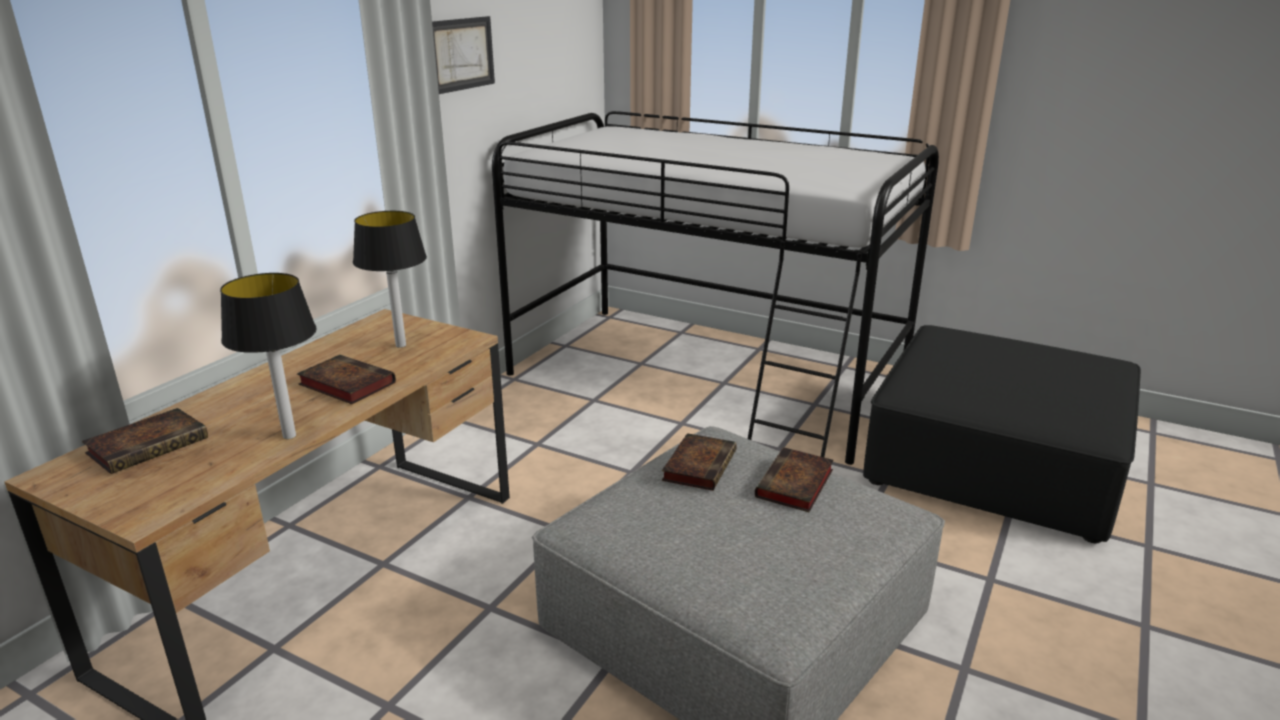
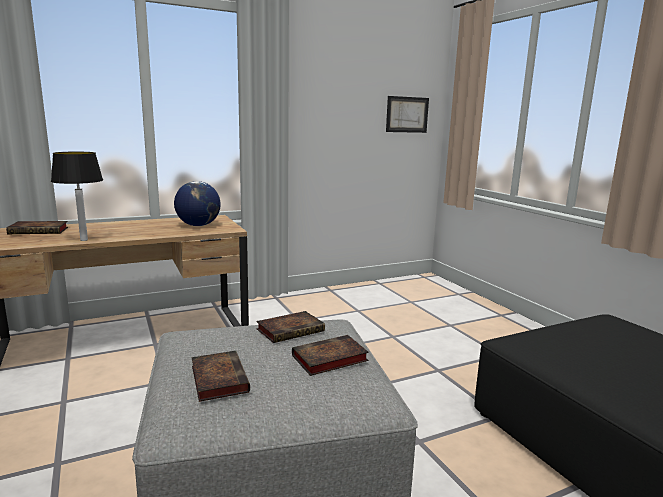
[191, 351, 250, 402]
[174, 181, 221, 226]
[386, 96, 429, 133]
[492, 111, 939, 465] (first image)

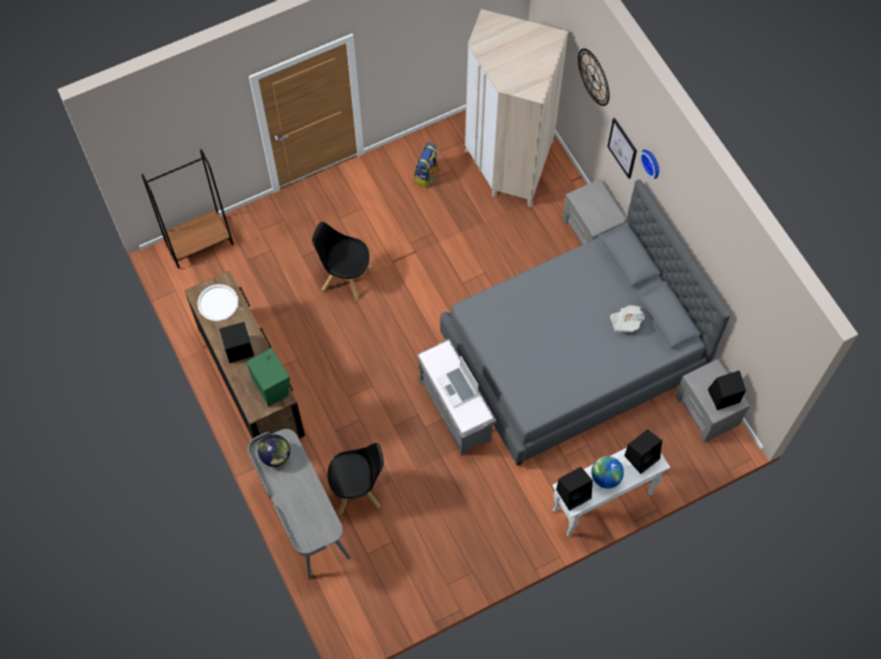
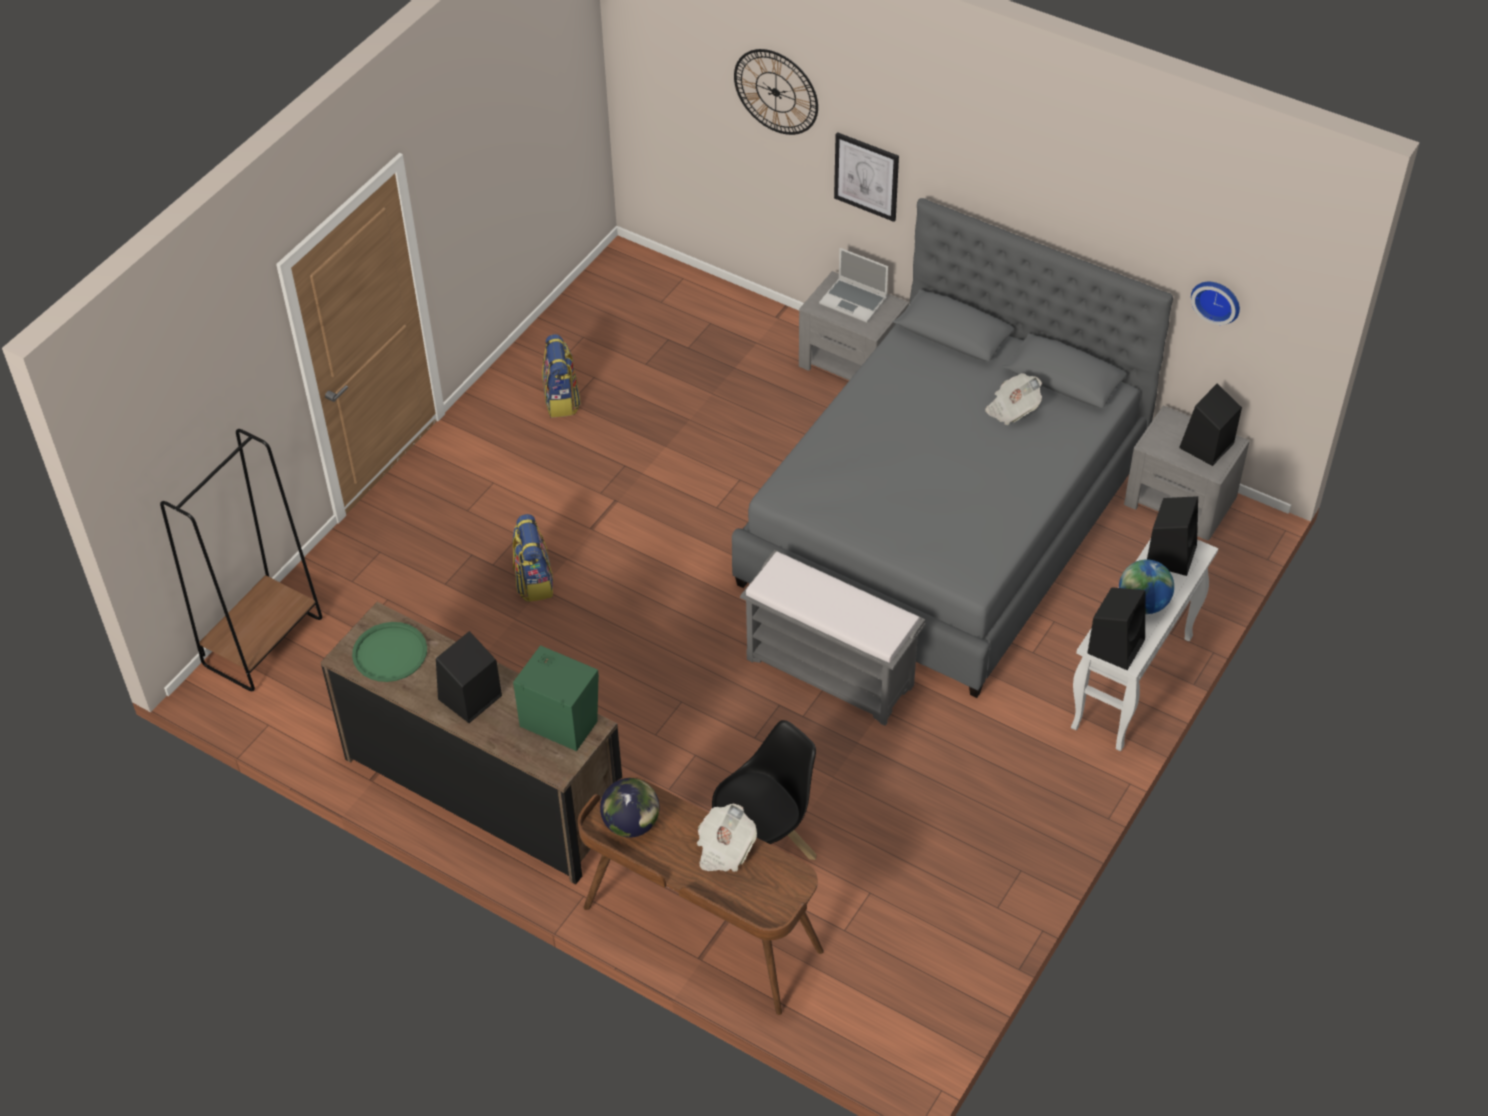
[352, 622, 427, 682]
[578, 776, 824, 1015]
[513, 514, 554, 602]
[819, 248, 888, 323]
[465, 9, 568, 208] (first image)
[1191, 282, 1240, 325]
[697, 804, 757, 872]

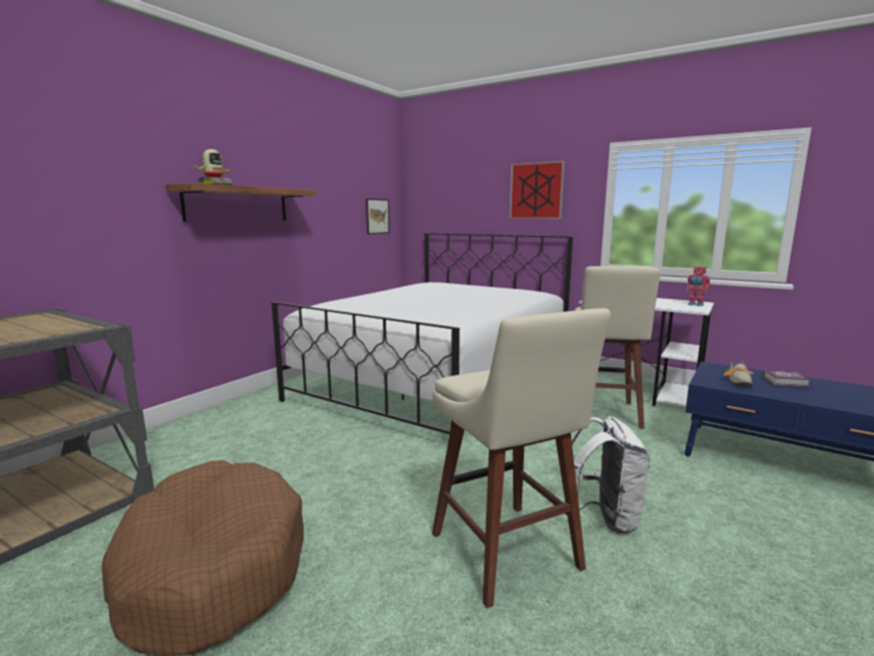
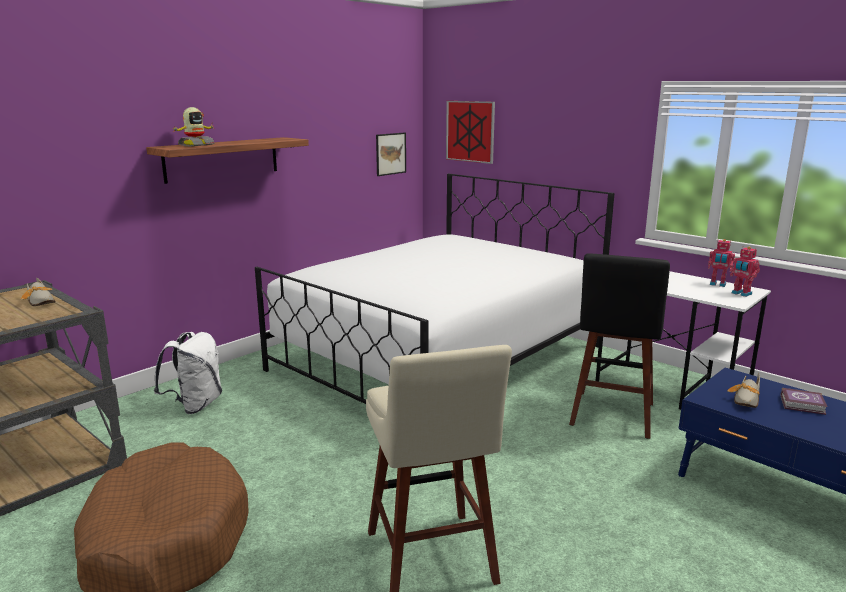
[446, 101, 495, 164]
[154, 332, 222, 414]
[569, 253, 670, 439]
[21, 277, 56, 306]
[708, 239, 735, 287]

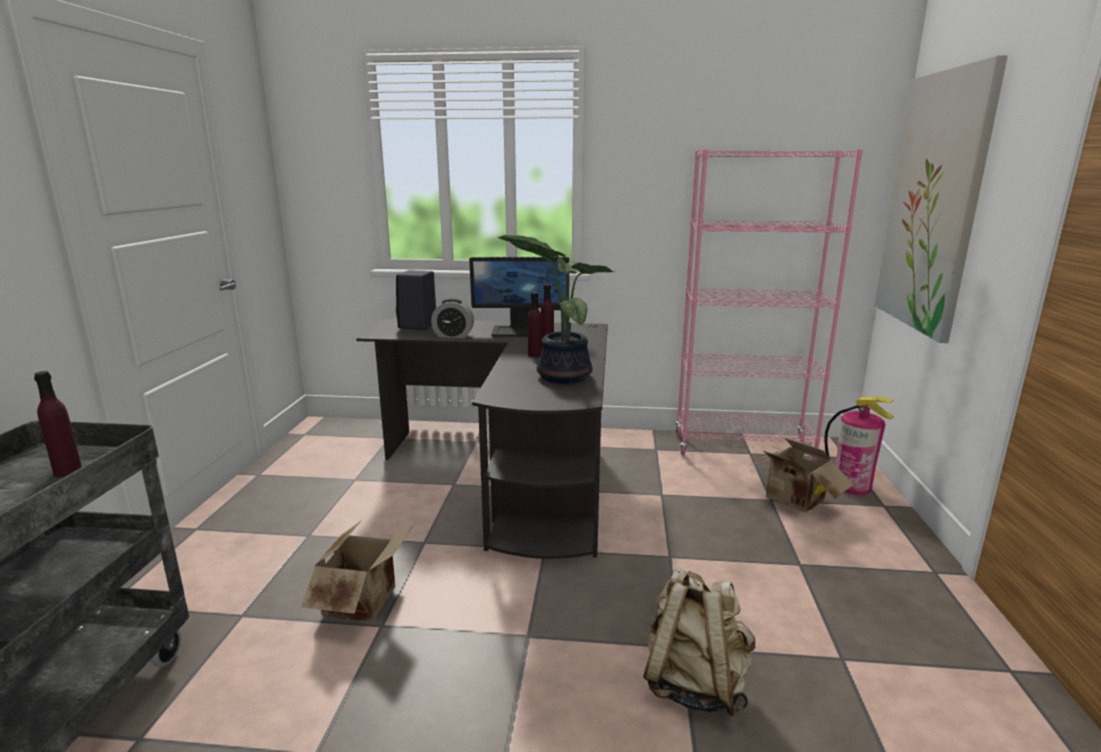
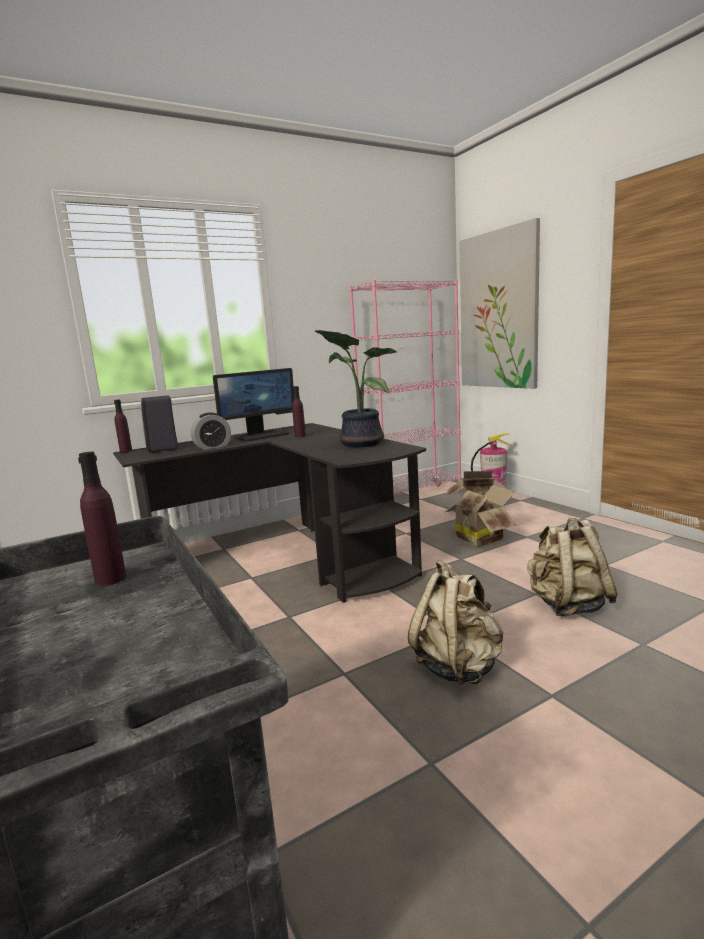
[444, 485, 516, 546]
[114, 400, 132, 452]
[408, 560, 503, 685]

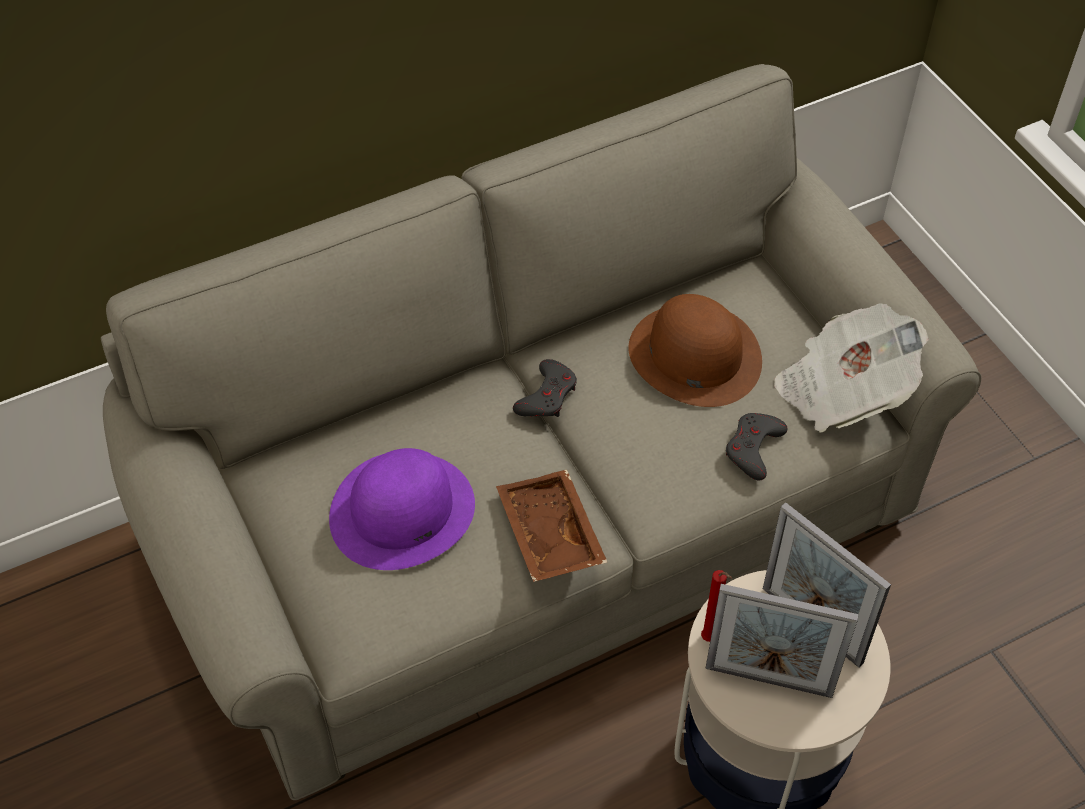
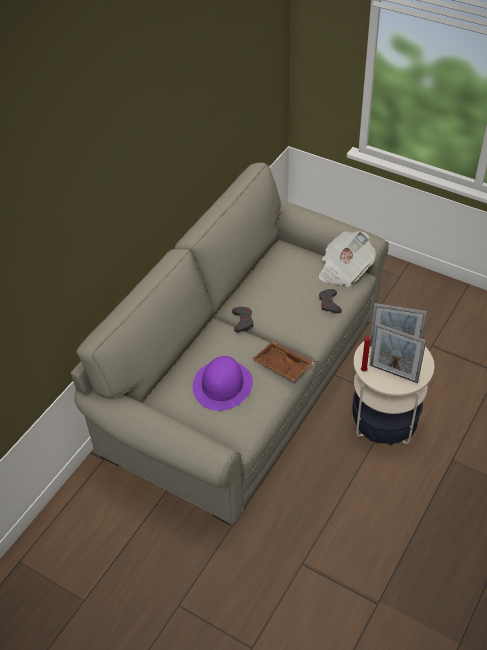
[628, 294, 762, 407] (first image)
[370, 323, 426, 383]

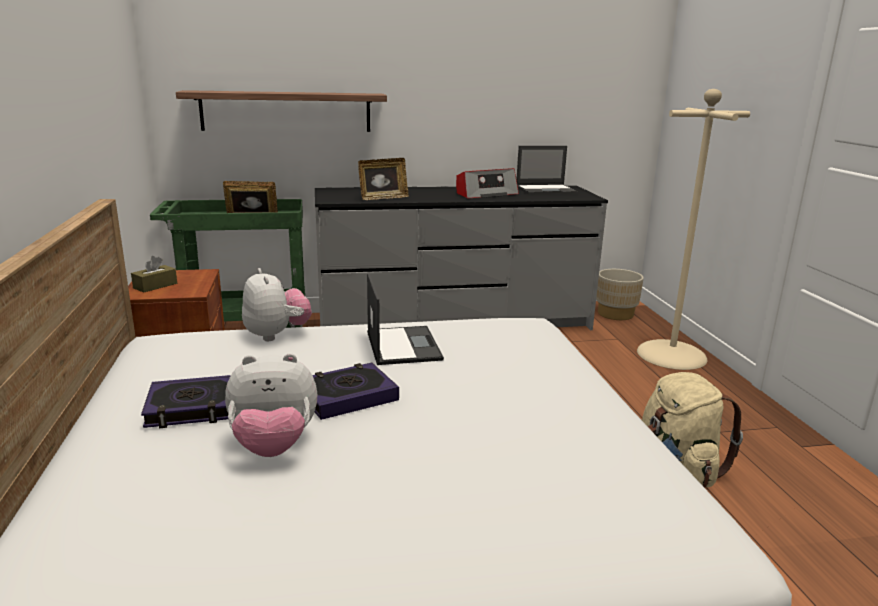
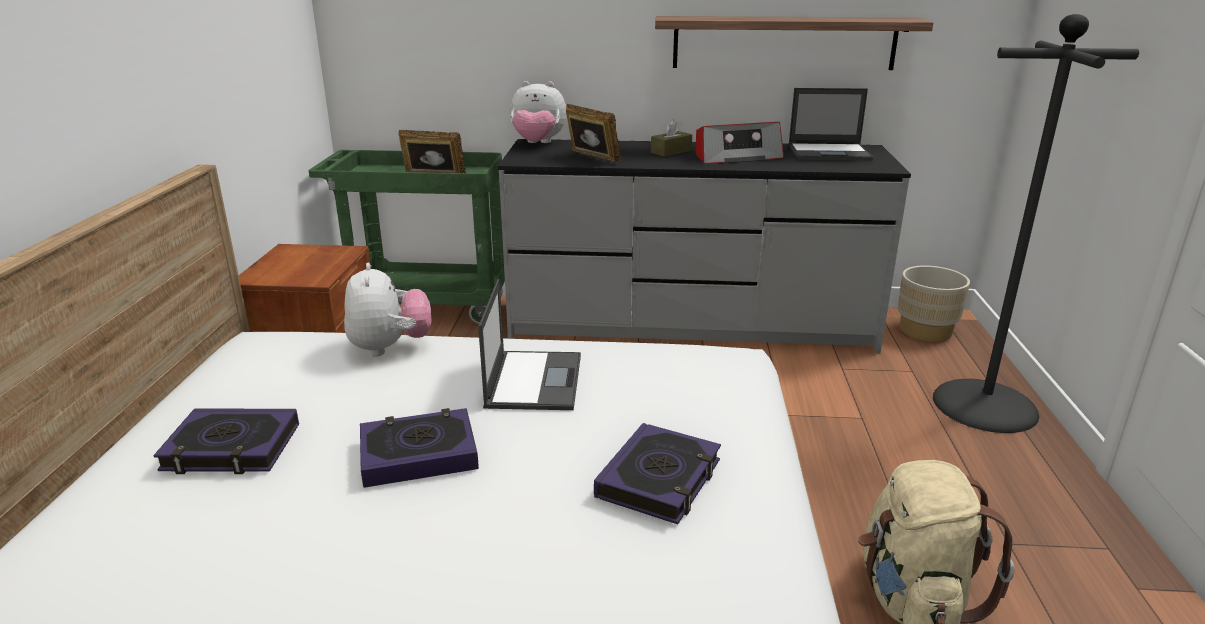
[651, 119, 692, 157]
[655, 16, 933, 70]
[510, 81, 566, 143]
[566, 104, 621, 162]
[933, 14, 1139, 433]
[594, 423, 721, 524]

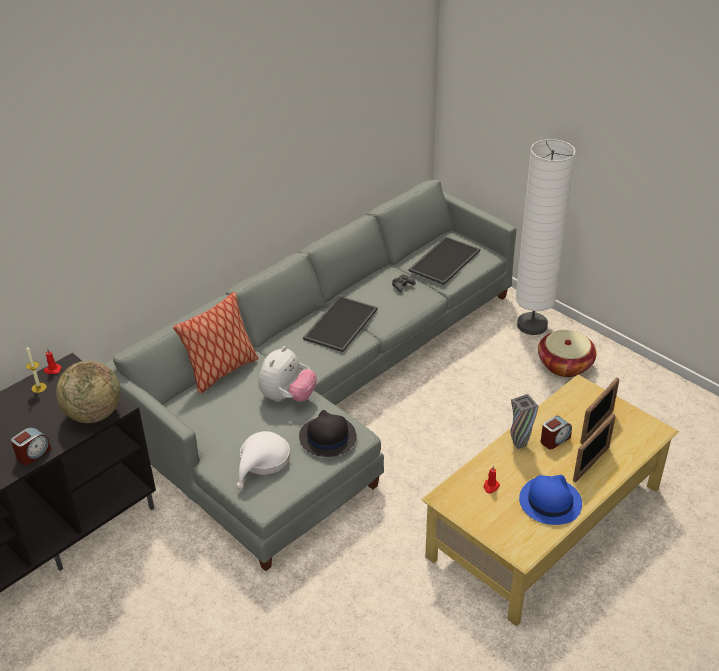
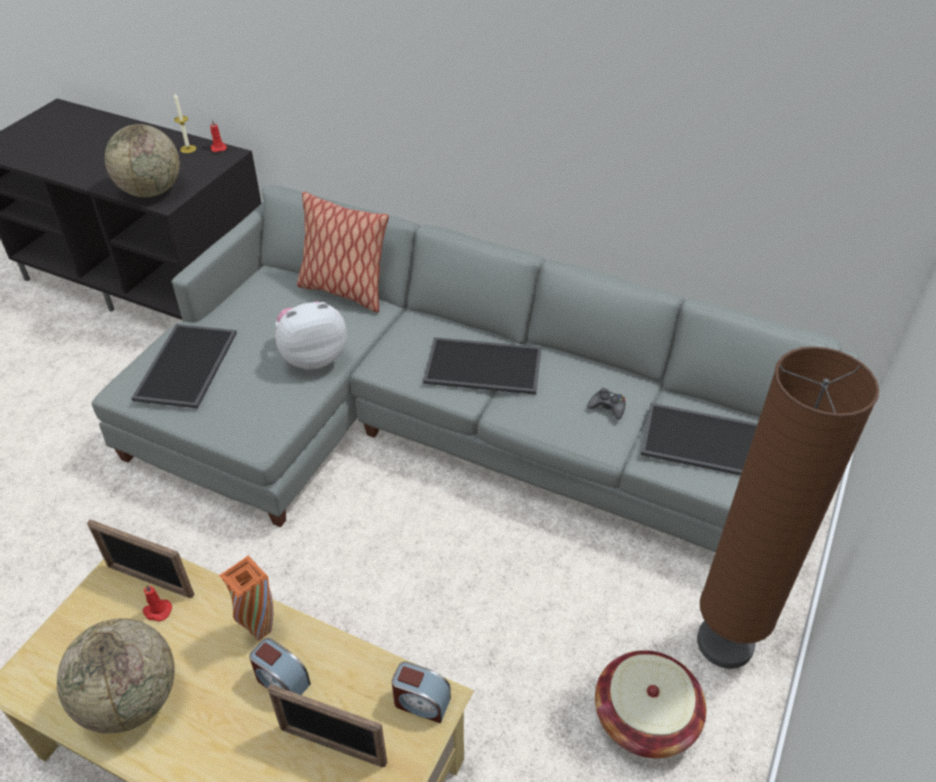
[392, 661, 451, 724]
[131, 324, 237, 408]
[275, 301, 347, 370]
[299, 410, 357, 457] (first image)
[219, 555, 273, 642]
[697, 346, 879, 669]
[57, 618, 175, 734]
[87, 520, 194, 598]

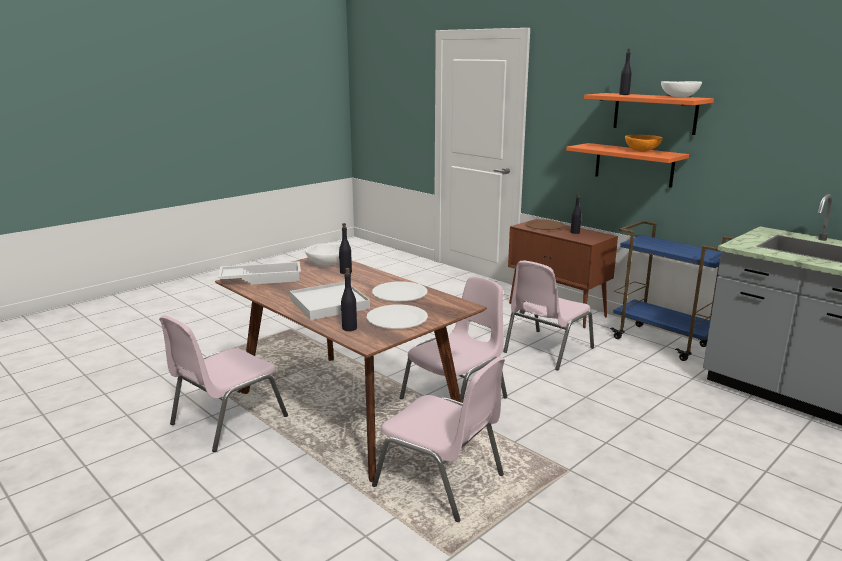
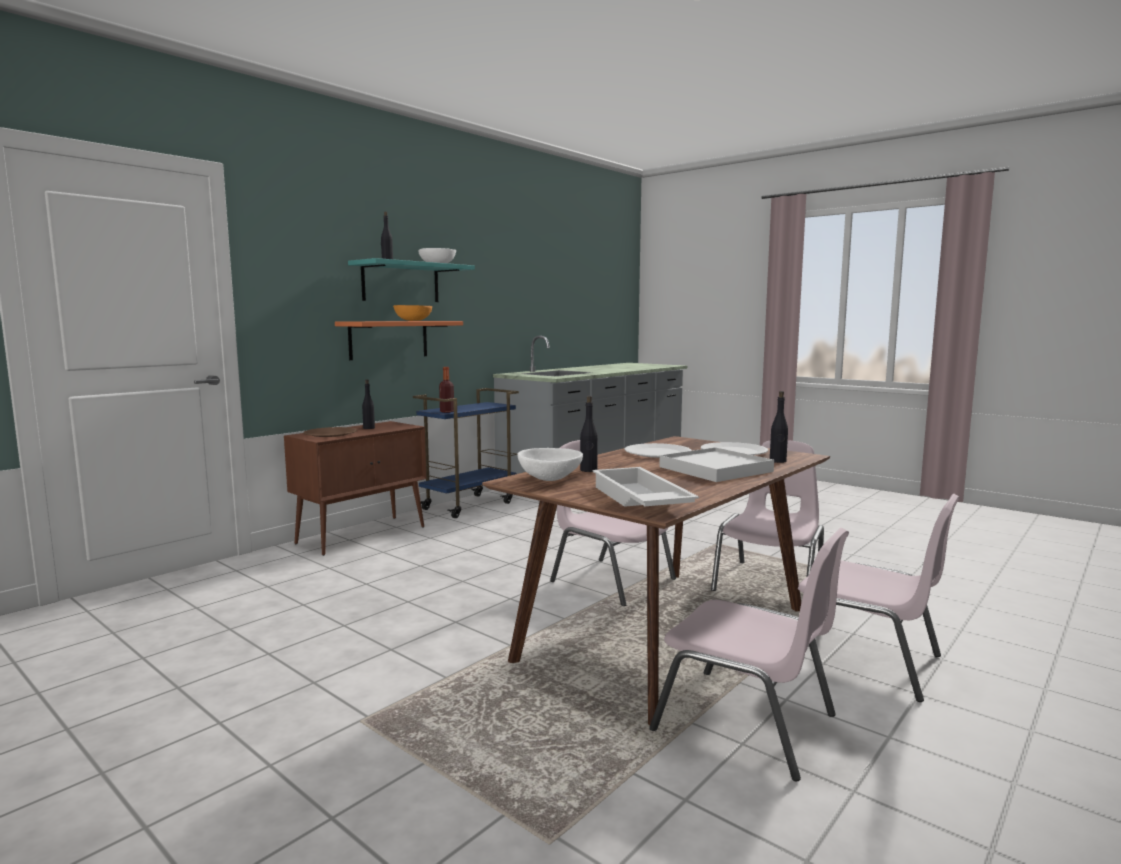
[798, 494, 960, 702]
[348, 258, 475, 302]
[439, 367, 454, 413]

